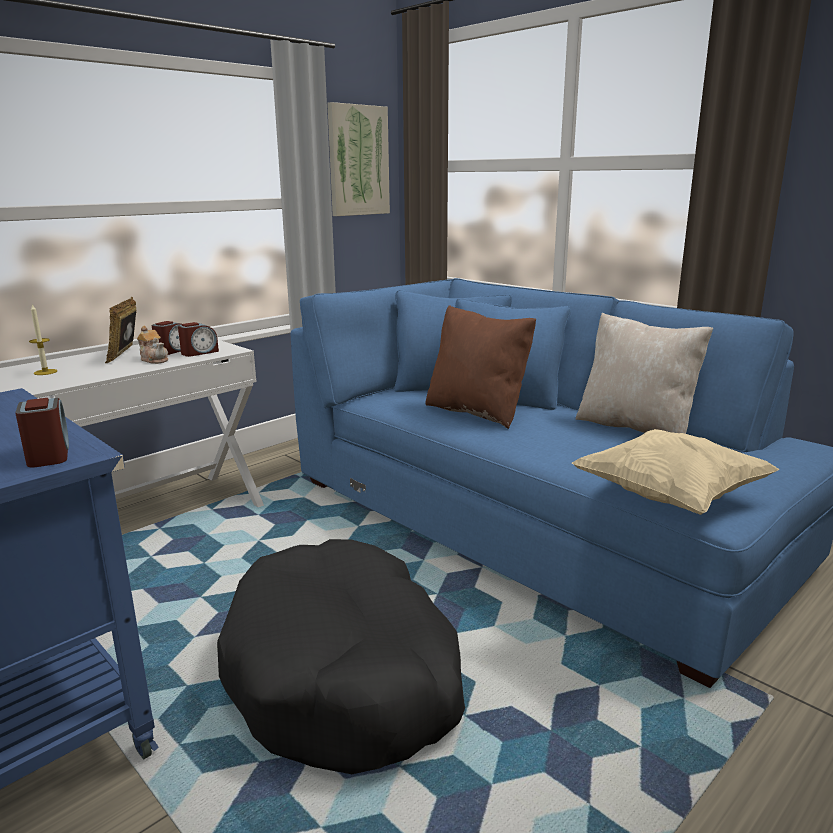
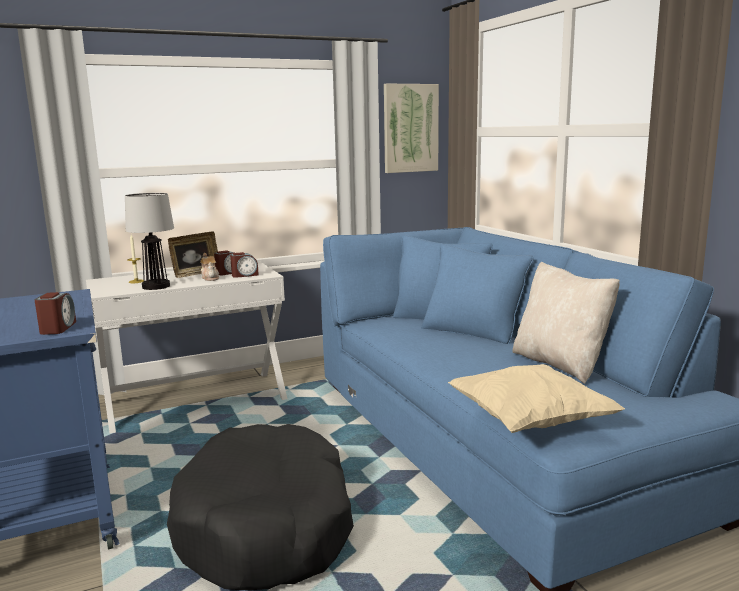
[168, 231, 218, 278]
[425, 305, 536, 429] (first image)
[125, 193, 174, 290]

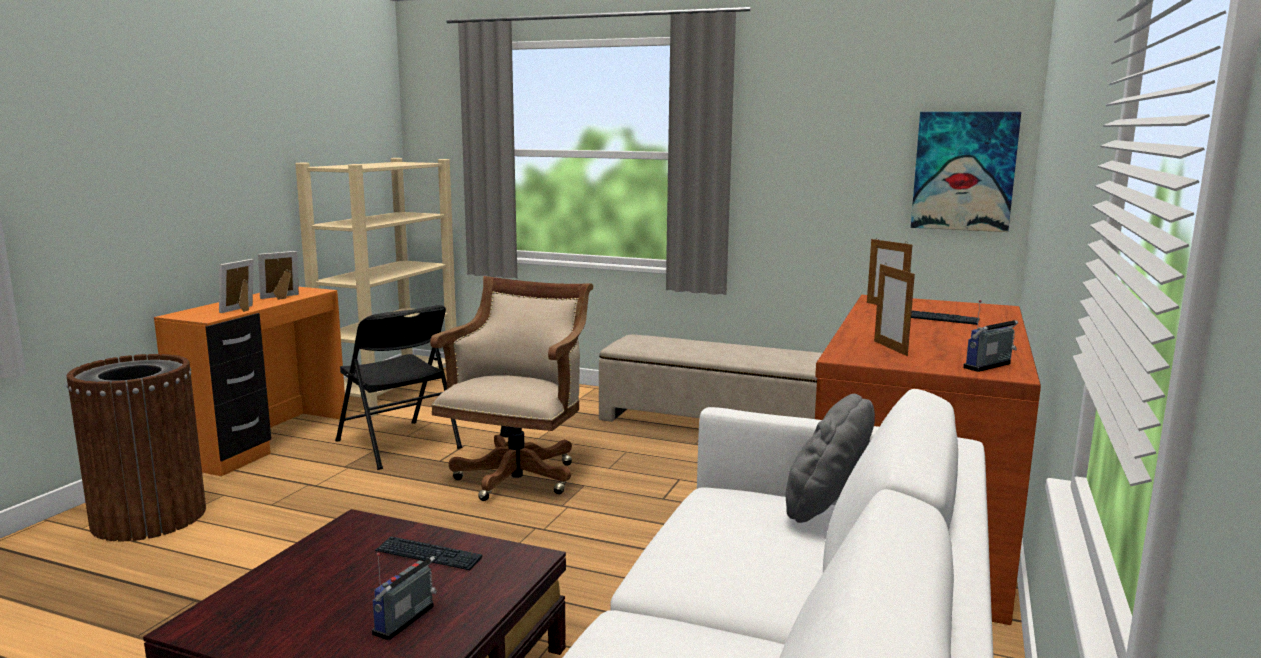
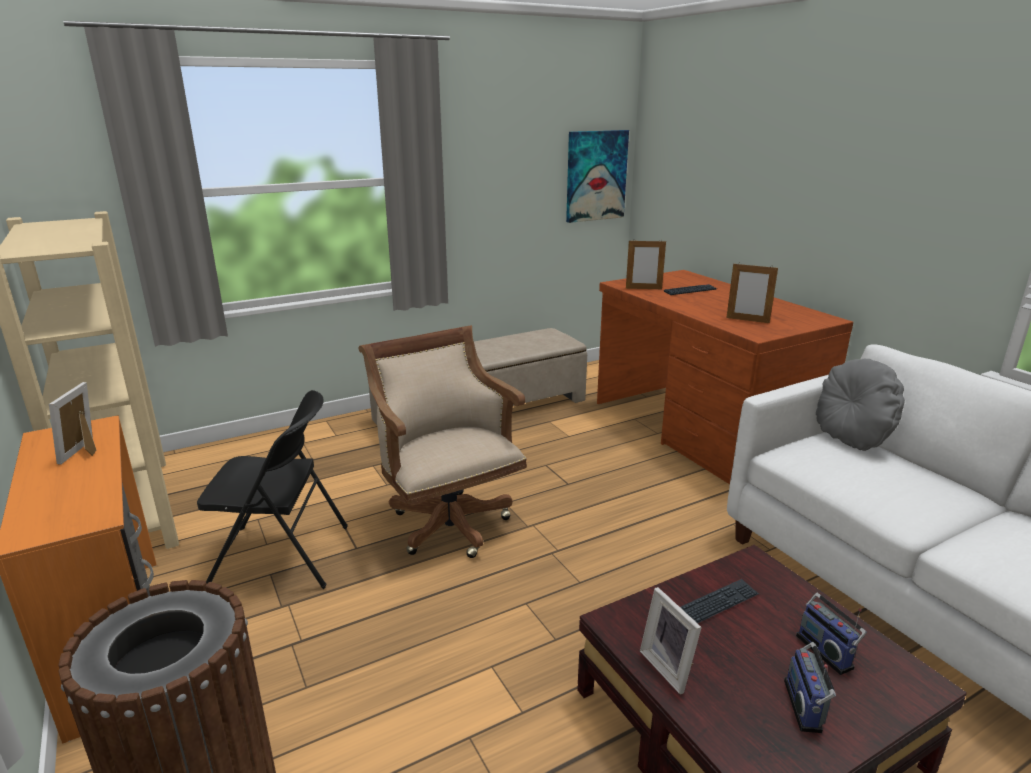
[640, 587, 702, 695]
[784, 642, 836, 733]

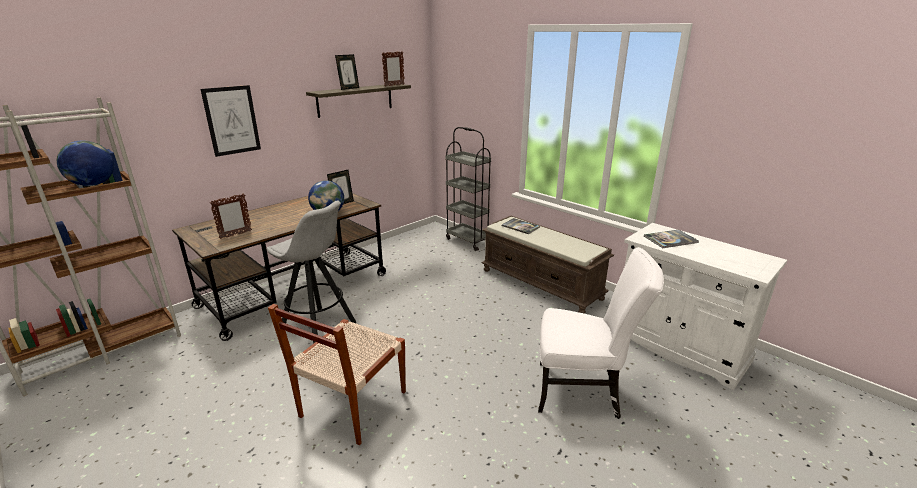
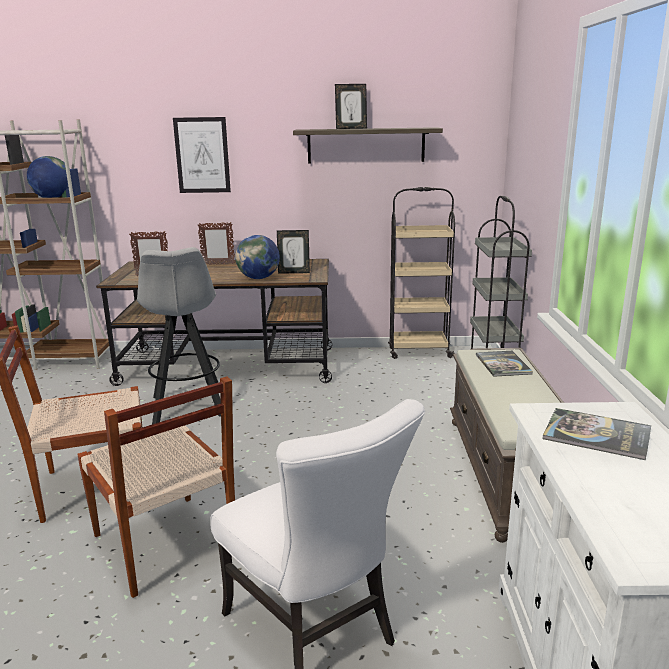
[197, 222, 235, 265]
[77, 376, 235, 598]
[388, 187, 455, 359]

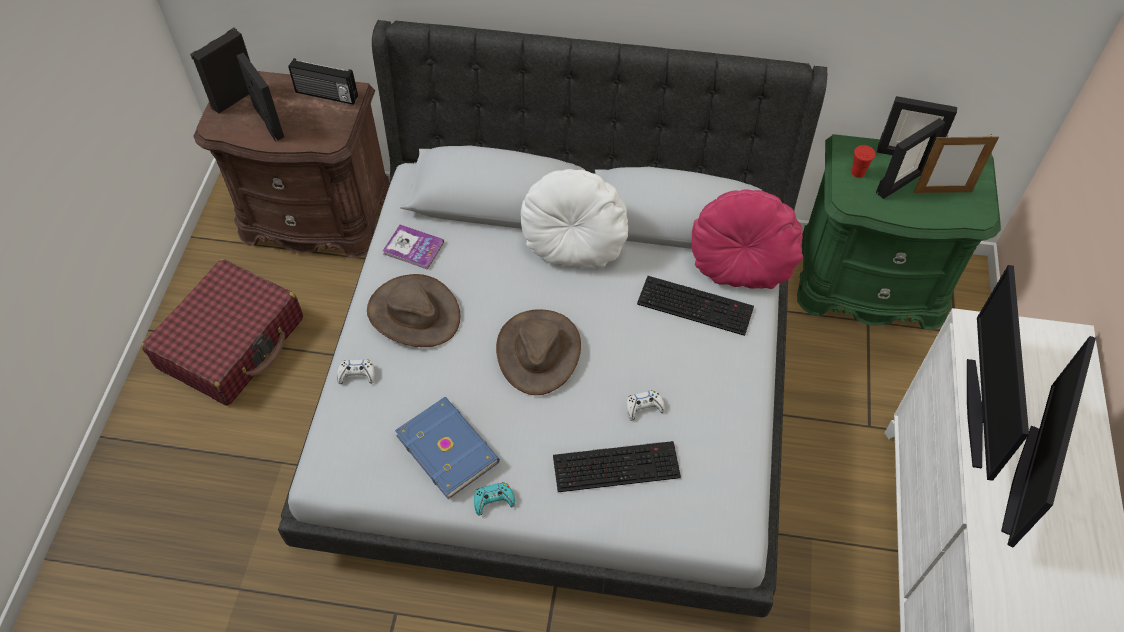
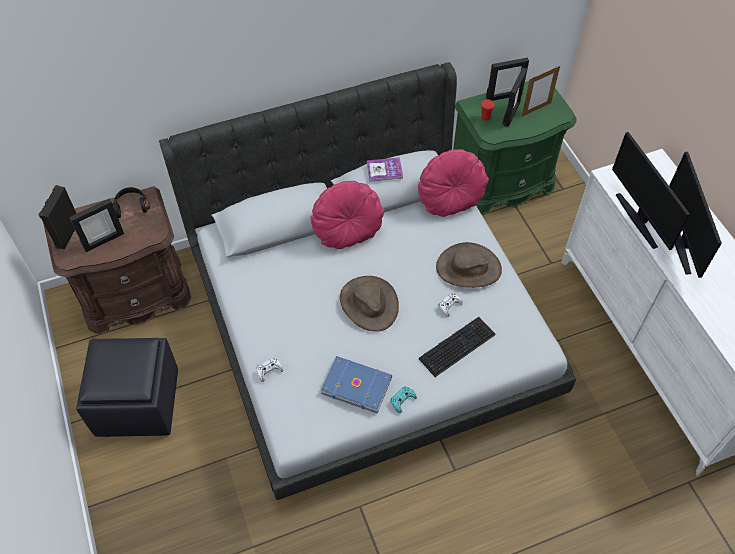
[76, 338, 178, 437]
[69, 199, 124, 252]
[112, 187, 150, 218]
[436, 242, 502, 288]
[367, 157, 403, 182]
[310, 181, 384, 249]
[637, 276, 754, 336] (first image)

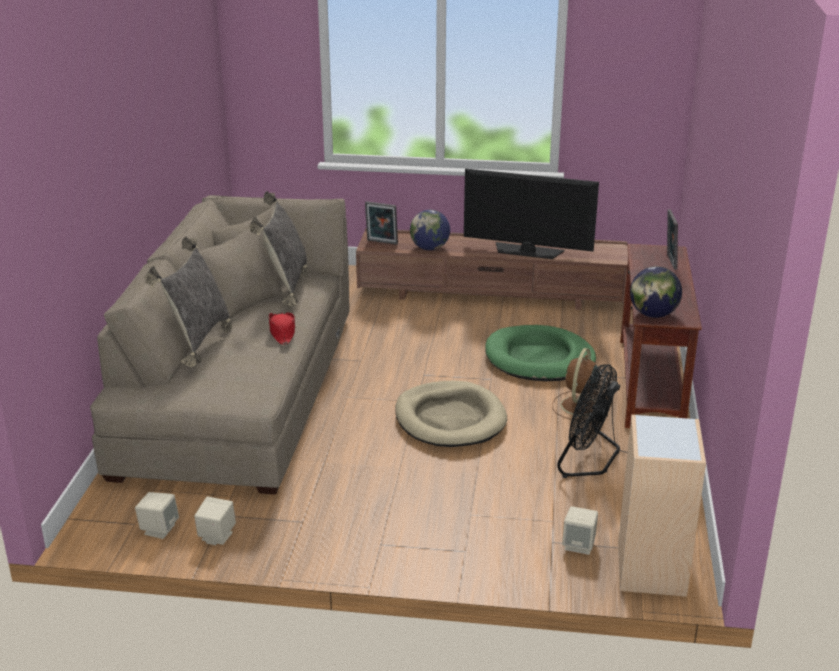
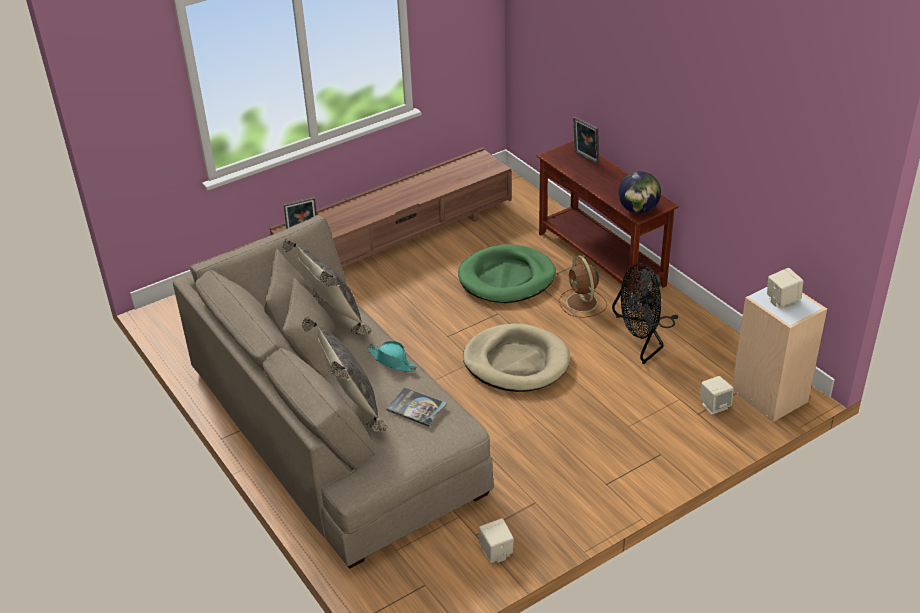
[767, 268, 803, 309]
[367, 341, 417, 372]
[410, 210, 450, 250] (first image)
[464, 169, 599, 259] (first image)
[386, 388, 447, 427]

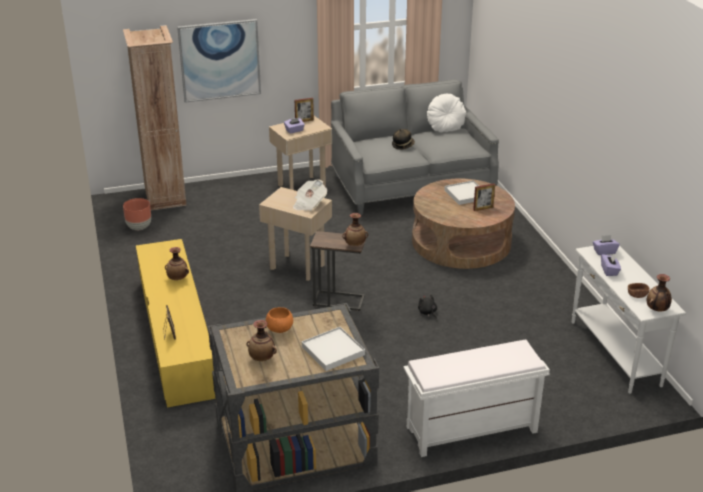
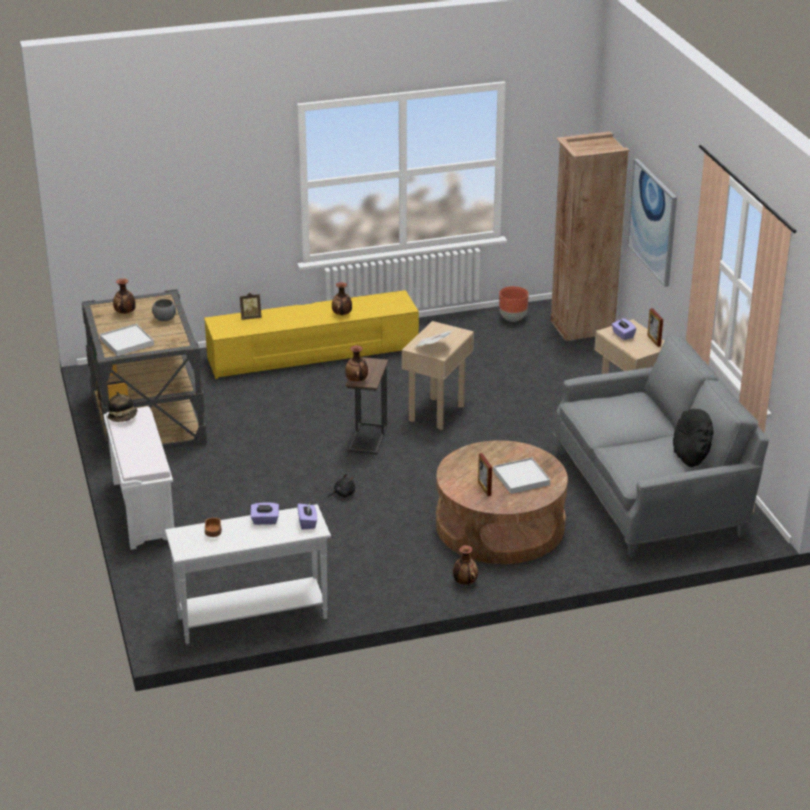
[152, 299, 176, 321]
[108, 392, 138, 422]
[673, 409, 714, 467]
[453, 545, 478, 585]

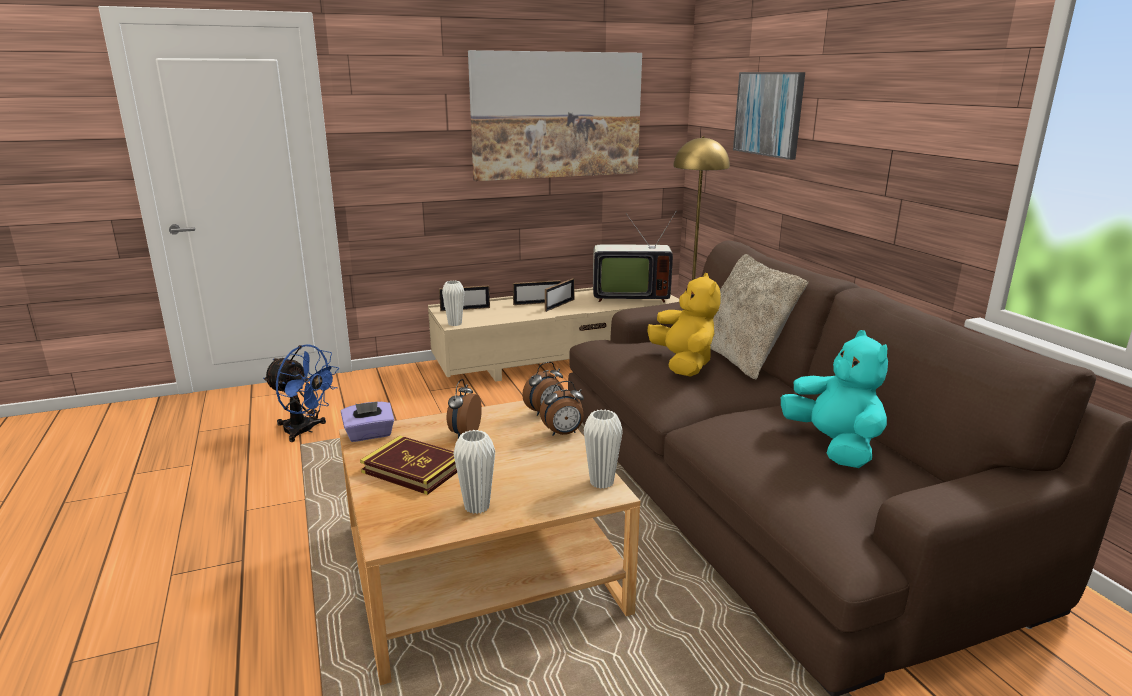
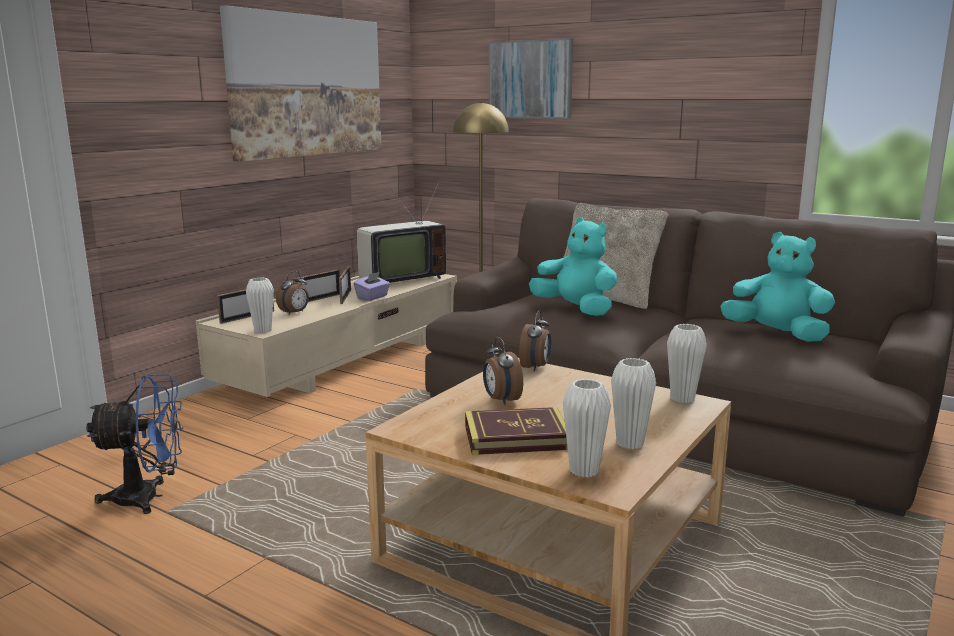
[354, 272, 390, 301]
[276, 271, 309, 315]
[529, 218, 617, 316]
[563, 379, 611, 477]

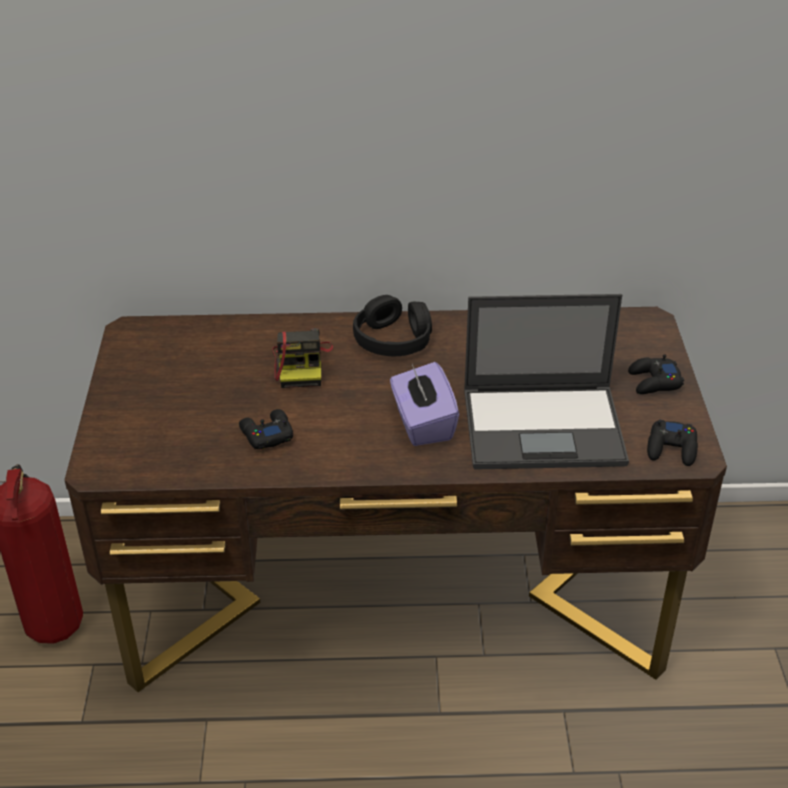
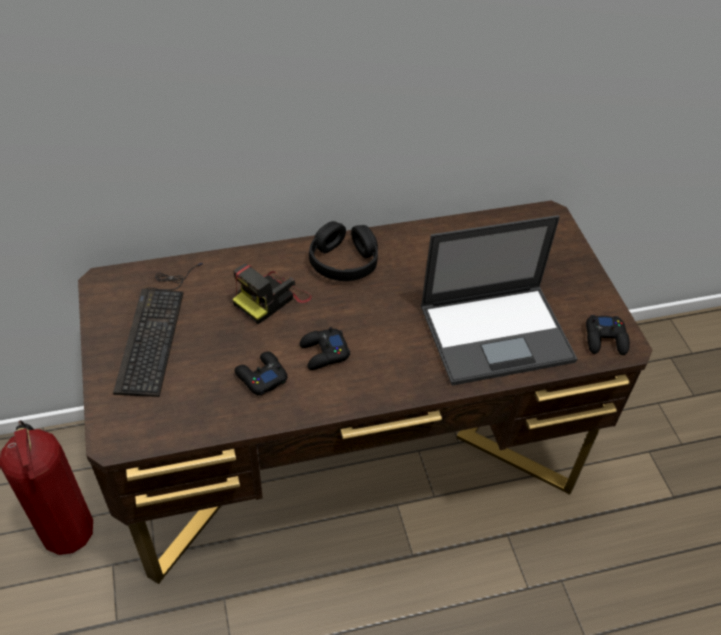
[232, 264, 312, 324]
[390, 362, 459, 446] (first image)
[300, 327, 350, 370]
[113, 263, 203, 397]

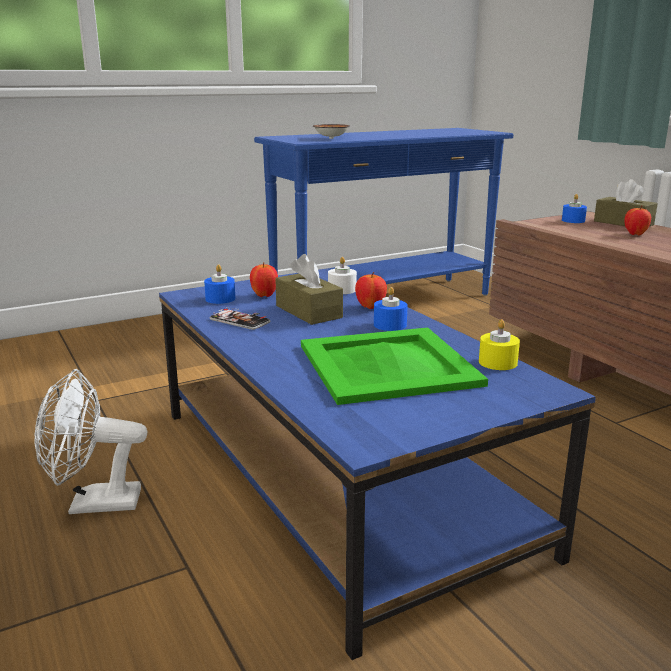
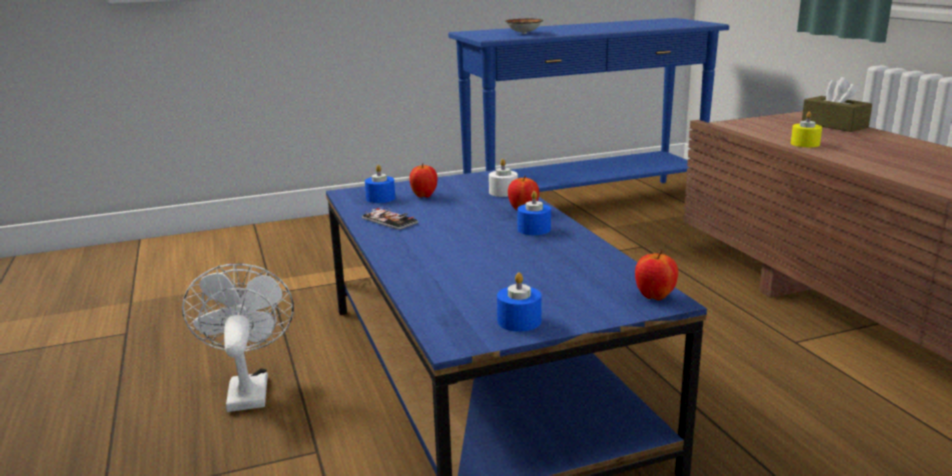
[182, 263, 294, 412]
[275, 254, 343, 325] (first image)
[301, 328, 488, 405] (first image)
[791, 111, 822, 147]
[497, 272, 541, 332]
[635, 251, 678, 300]

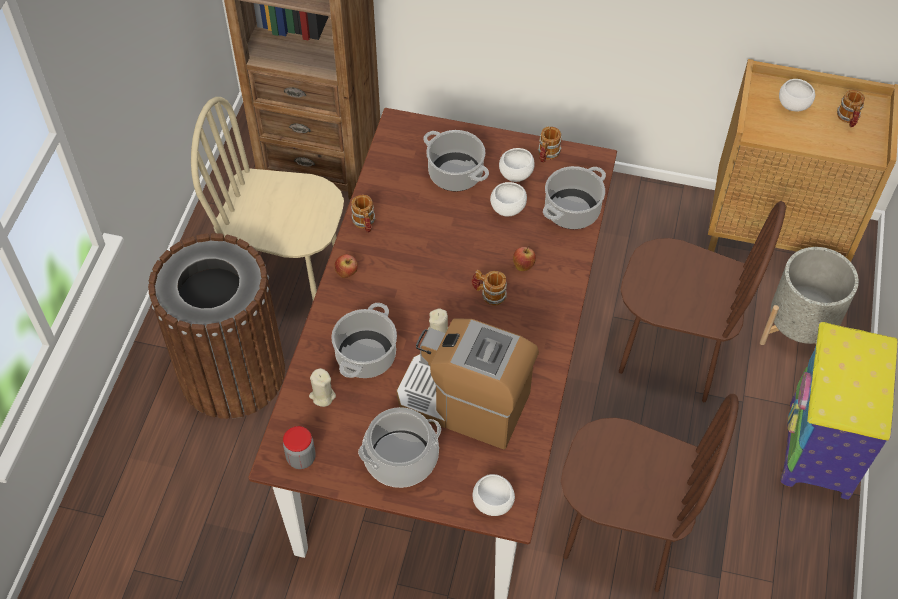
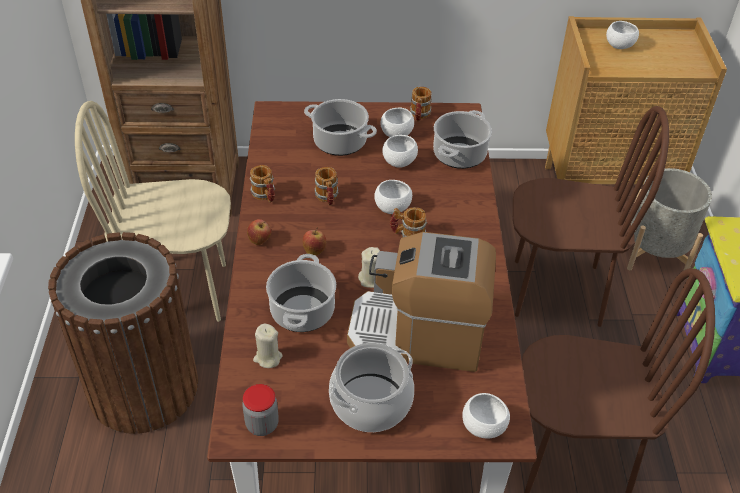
[303, 227, 326, 256]
[314, 167, 339, 206]
[374, 180, 412, 214]

